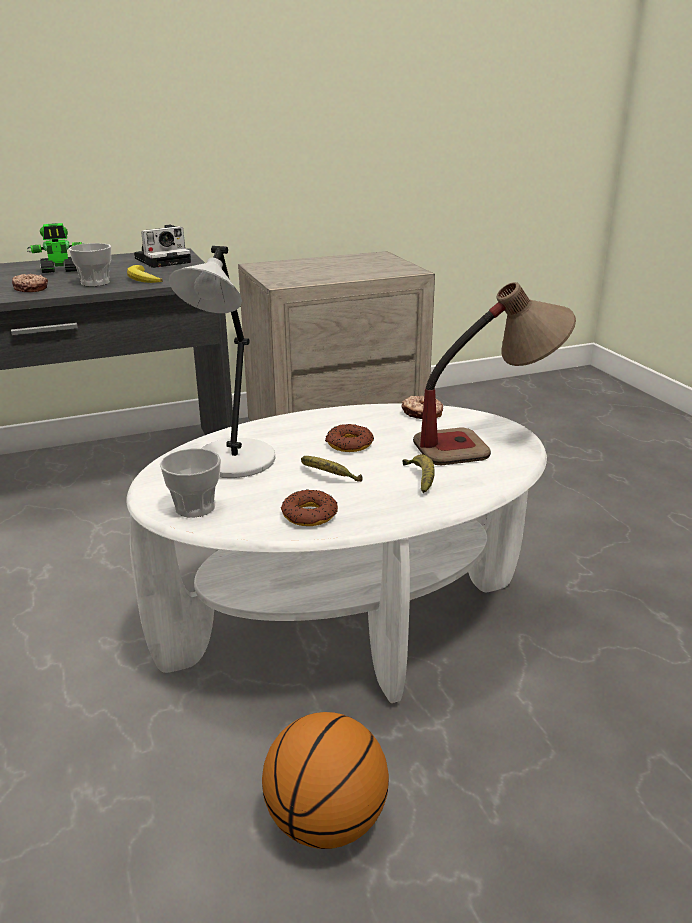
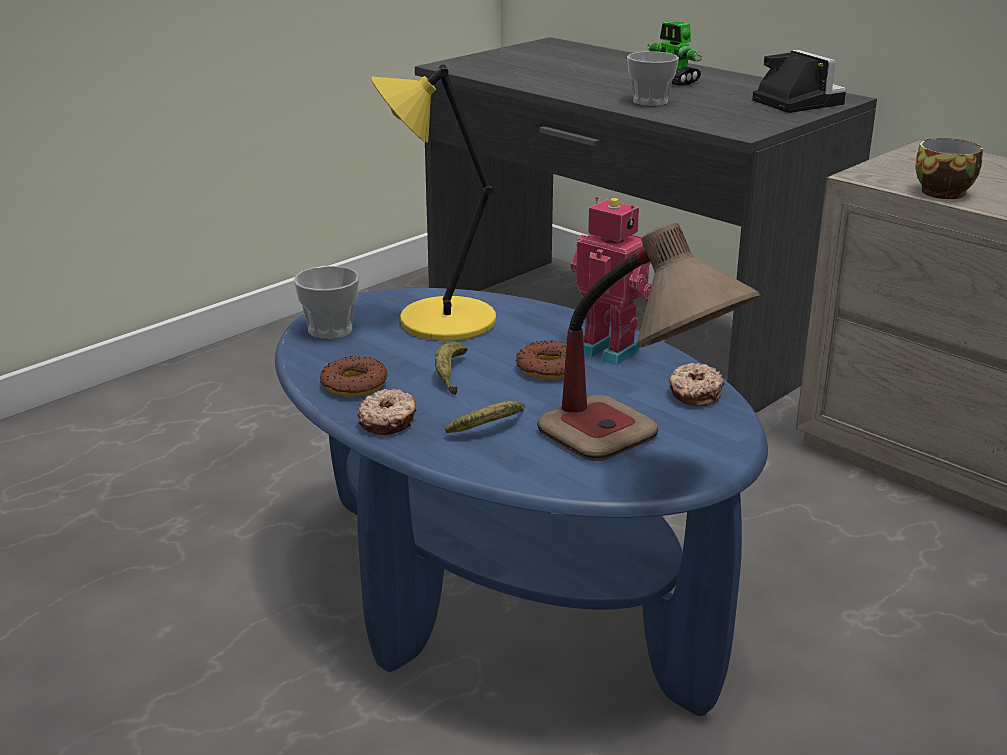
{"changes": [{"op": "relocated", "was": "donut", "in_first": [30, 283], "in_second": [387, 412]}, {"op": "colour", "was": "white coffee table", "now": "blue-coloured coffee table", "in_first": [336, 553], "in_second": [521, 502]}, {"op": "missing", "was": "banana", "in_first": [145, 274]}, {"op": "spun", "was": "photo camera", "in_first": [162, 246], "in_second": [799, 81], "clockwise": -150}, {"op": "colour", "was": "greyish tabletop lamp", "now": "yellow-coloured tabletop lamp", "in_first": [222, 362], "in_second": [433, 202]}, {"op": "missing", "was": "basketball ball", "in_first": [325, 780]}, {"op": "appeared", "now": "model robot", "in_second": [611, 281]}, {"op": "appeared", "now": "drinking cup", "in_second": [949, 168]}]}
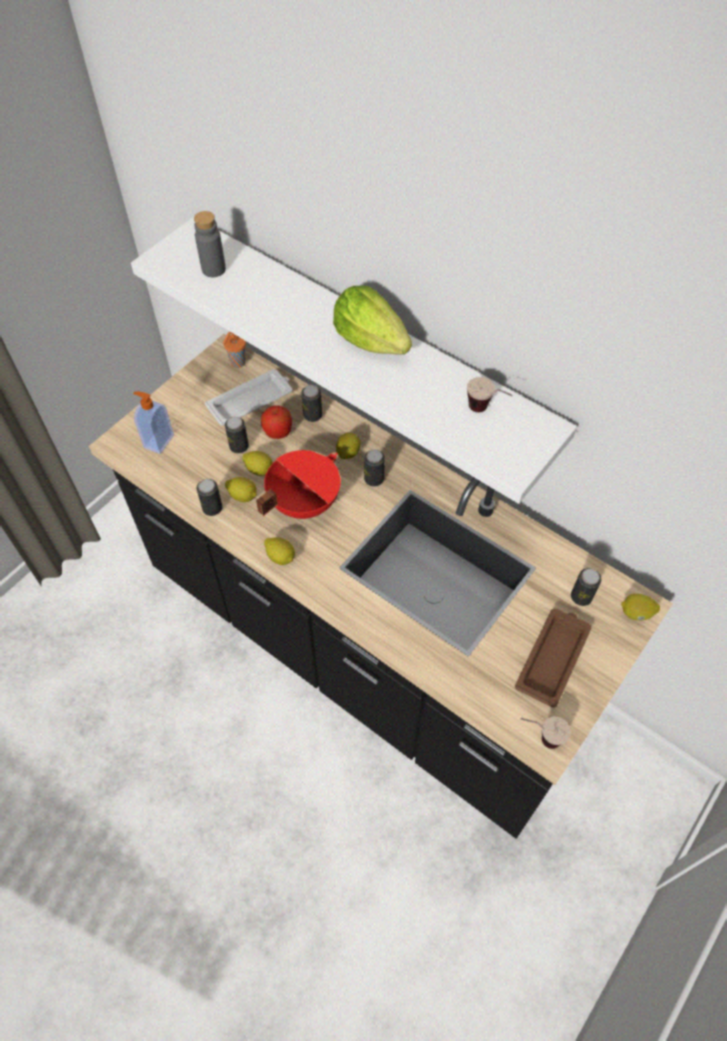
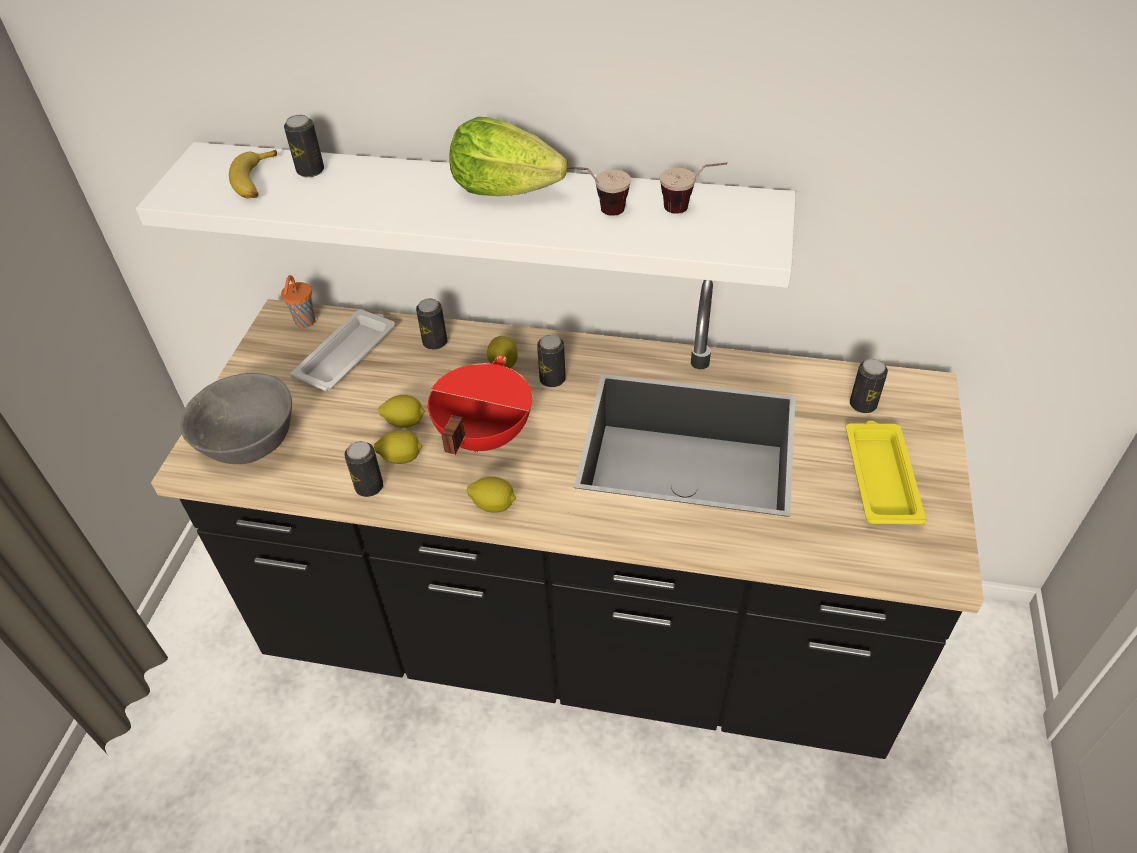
{"changes": [{"op": "exchanged", "was": "liquid soap bottle", "now": "greyish bowl", "in_first": [153, 422], "in_second": [236, 418]}, {"op": "exchanged", "was": "greyish bottle", "now": "banana", "in_first": [210, 244], "in_second": [253, 174]}, {"op": "relocated", "was": "metal can", "in_first": [237, 434], "in_second": [304, 146]}, {"op": "missing", "was": "whole apple", "in_first": [276, 422]}, {"op": "colour", "was": "brownish serving tray", "now": "yellow-coloured serving tray", "in_first": [553, 657], "in_second": [886, 472]}, {"op": "relocated", "was": "drinking cup", "in_first": [546, 733], "in_second": [599, 191]}, {"op": "missing", "was": "citrus fruit", "in_first": [640, 607]}]}
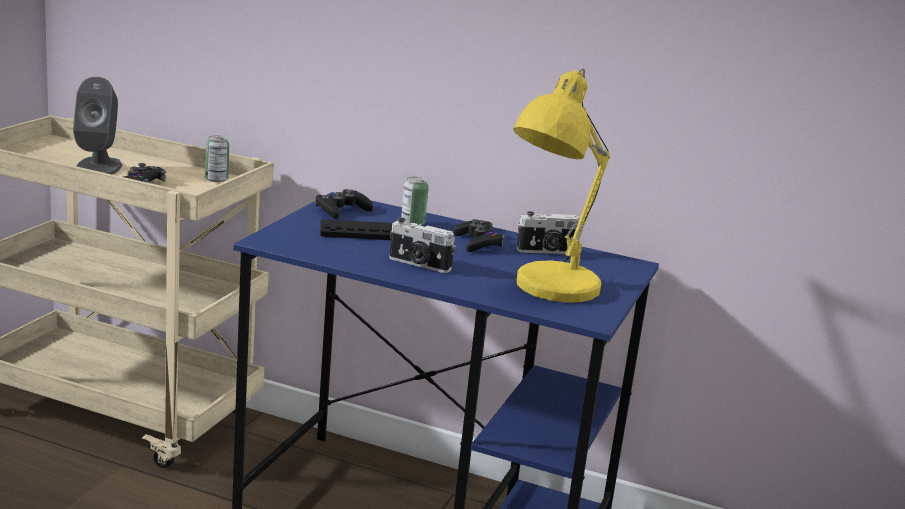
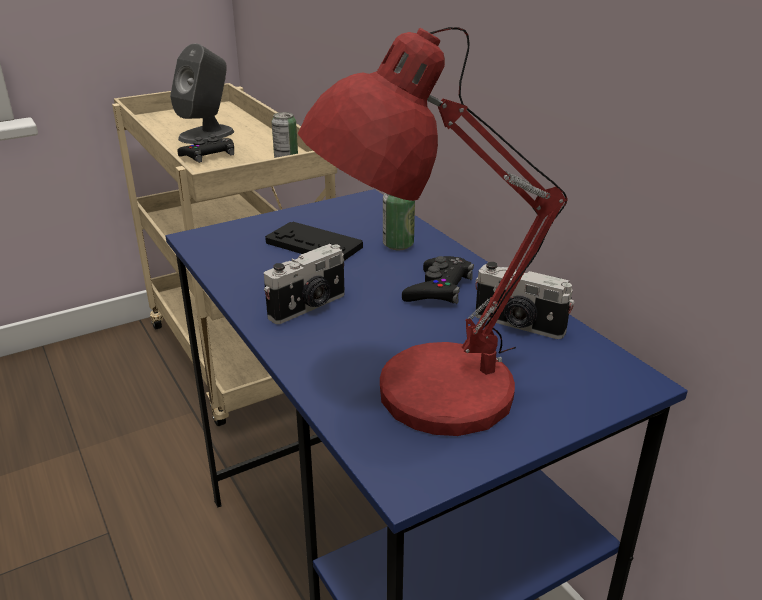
{"changes": [{"op": "missing", "was": "black game controller", "in_first": [344, 204]}, {"op": "spun", "was": "photo camera", "in_first": [422, 245], "in_second": [304, 284], "clockwise": -105}, {"op": "colour", "was": "yellow-coloured tabletop lamp", "now": "reddish tabletop lamp", "in_first": [561, 186], "in_second": [433, 231]}]}
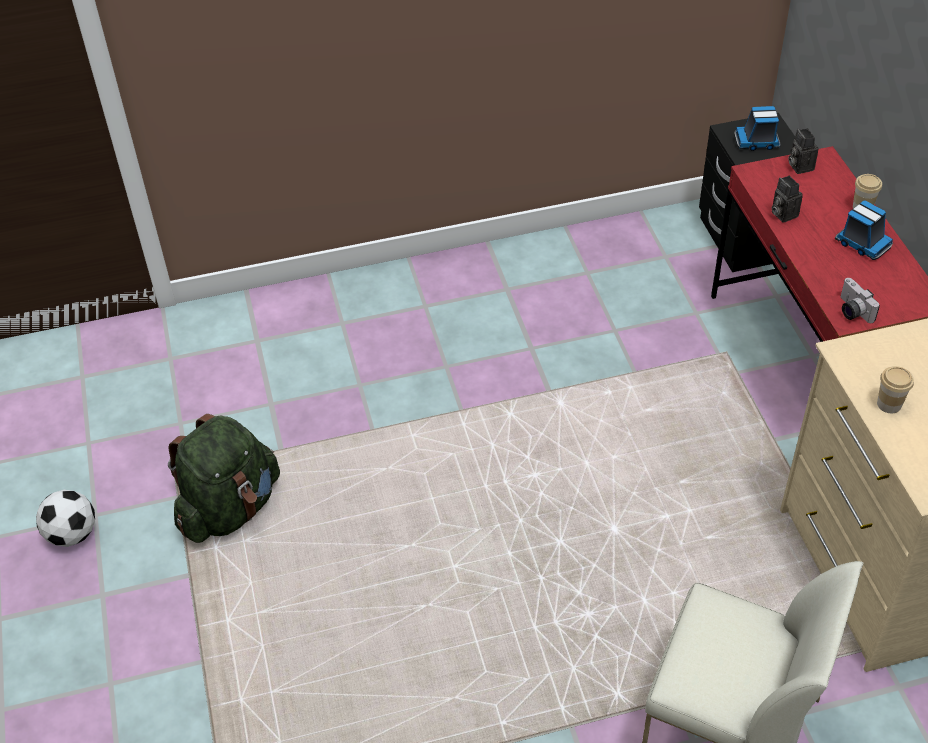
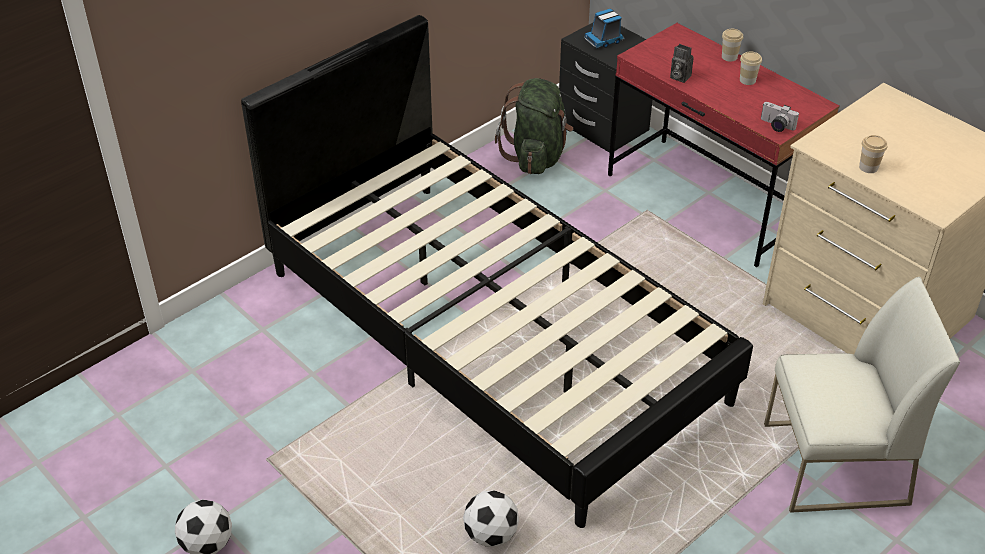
{"changes": [{"op": "relocated", "was": "green knapsack", "in_first": [224, 478], "in_second": [534, 126]}, {"op": "missing", "was": "photo camera", "in_first": [803, 151]}, {"op": "exchanged", "was": "model truck", "now": "drinking cup", "in_first": [864, 230], "in_second": [751, 68]}, {"op": "appeared", "now": "black bedroom bed", "in_second": [497, 271]}, {"op": "appeared", "now": "football", "in_second": [491, 518]}]}
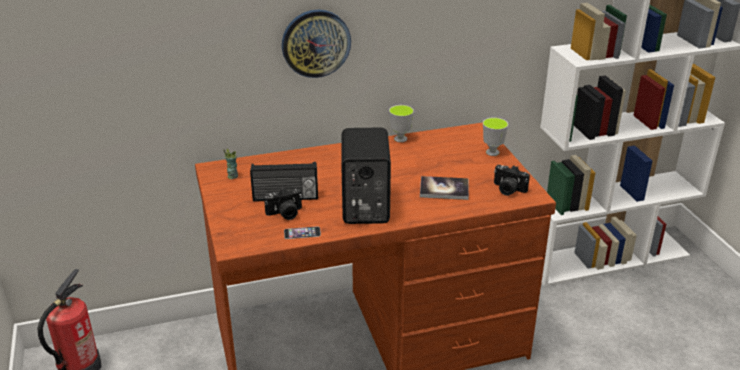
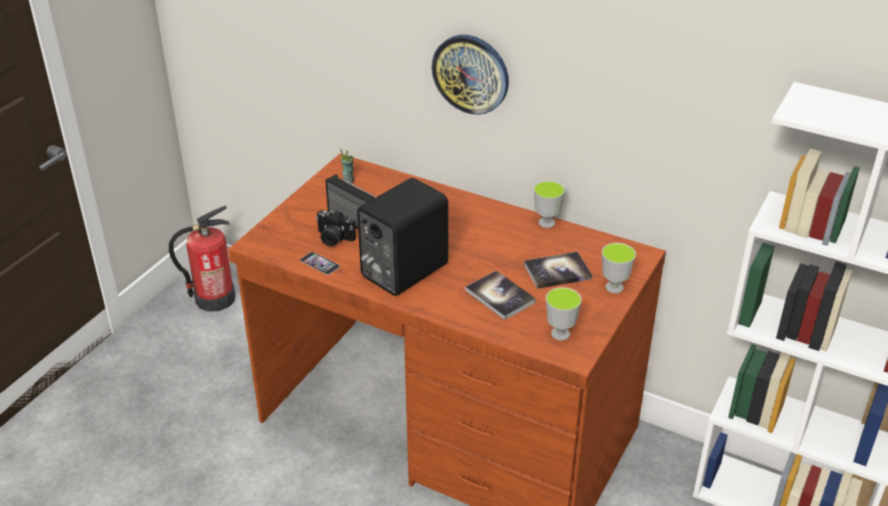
{"changes": [{"op": "exchanged", "was": "photo camera", "now": "drinking cup", "in_first": [512, 180], "in_second": [564, 314]}, {"op": "appeared", "now": "book", "in_second": [558, 270]}]}
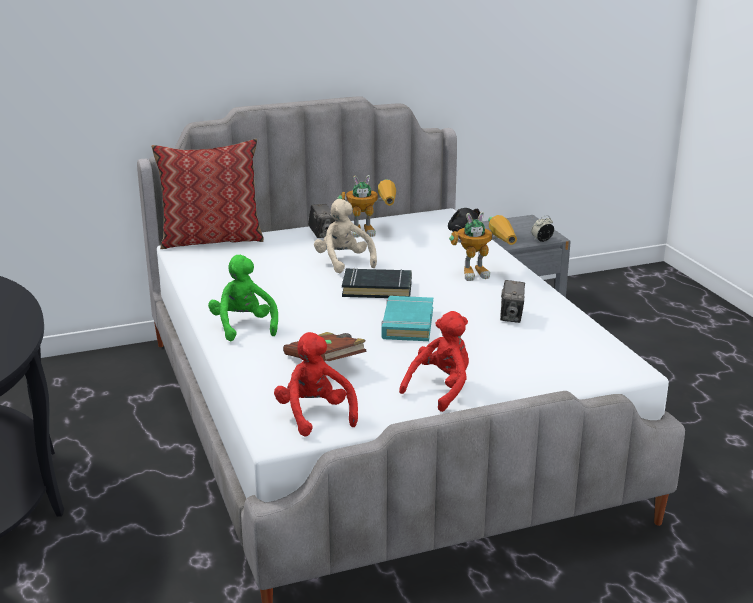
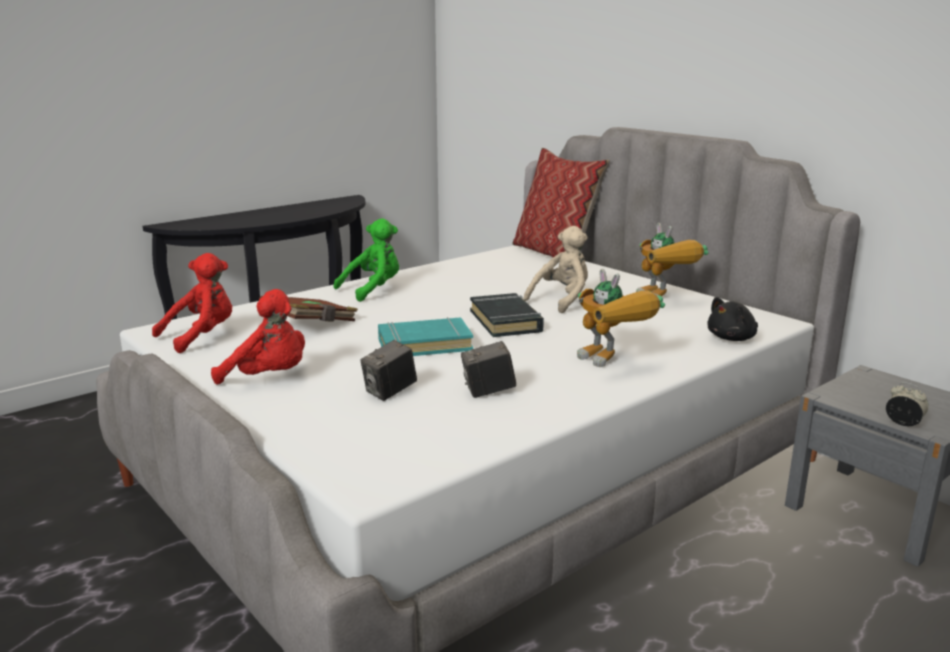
{"changes": [{"op": "relocated", "was": "photo camera", "in_first": [321, 221], "in_second": [388, 370]}]}
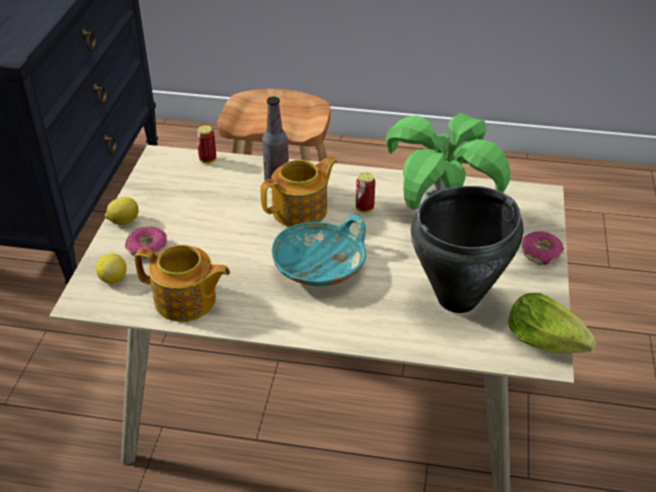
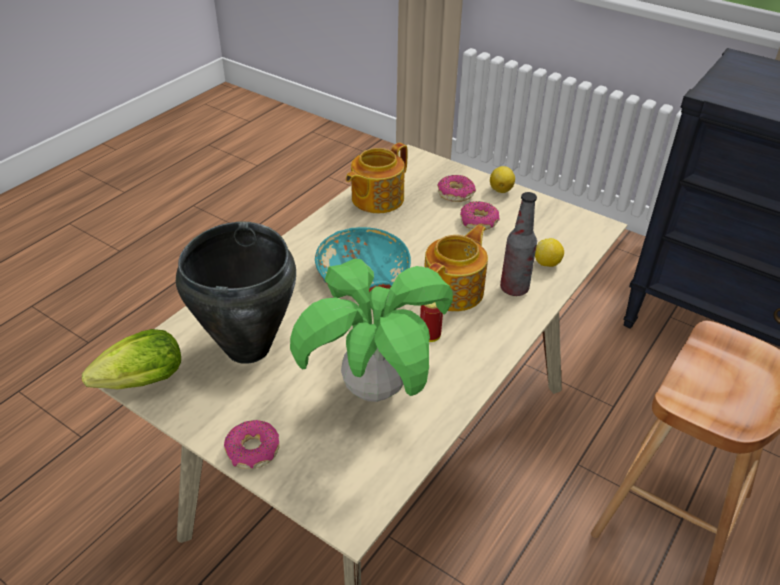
{"changes": [{"op": "relocated", "was": "citrus fruit", "in_first": [111, 268], "in_second": [549, 252]}, {"op": "missing", "was": "metal can", "in_first": [206, 144]}, {"op": "spun", "was": "tea pot", "in_first": [299, 191], "in_second": [456, 268], "clockwise": -135}, {"op": "appeared", "now": "donut", "in_second": [479, 215]}]}
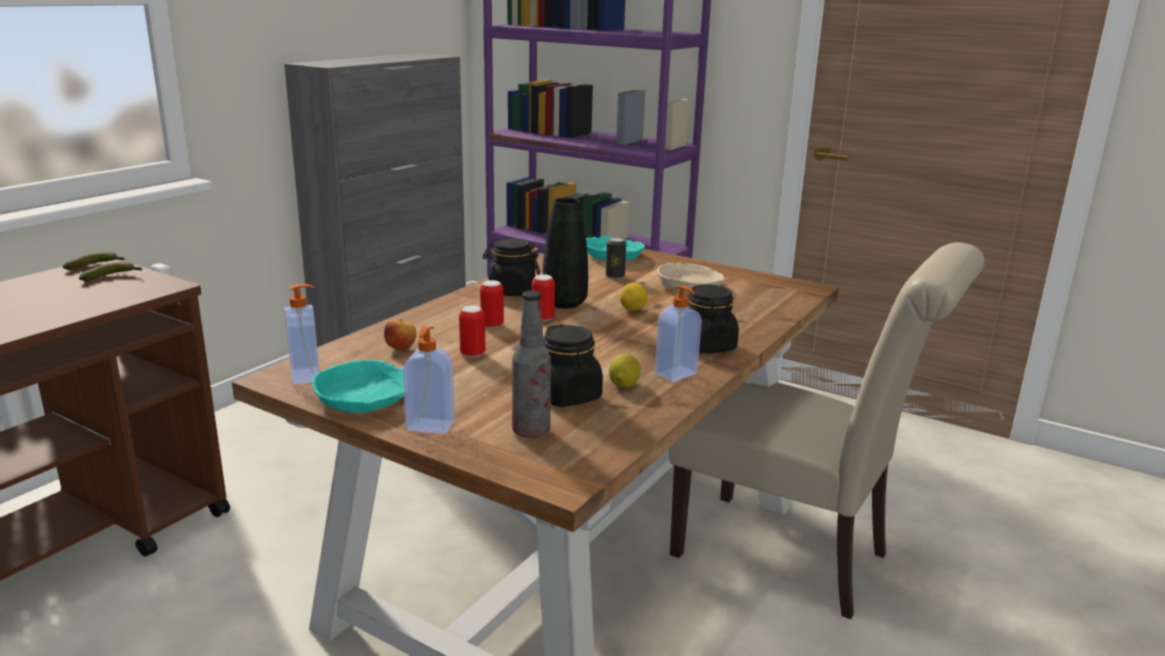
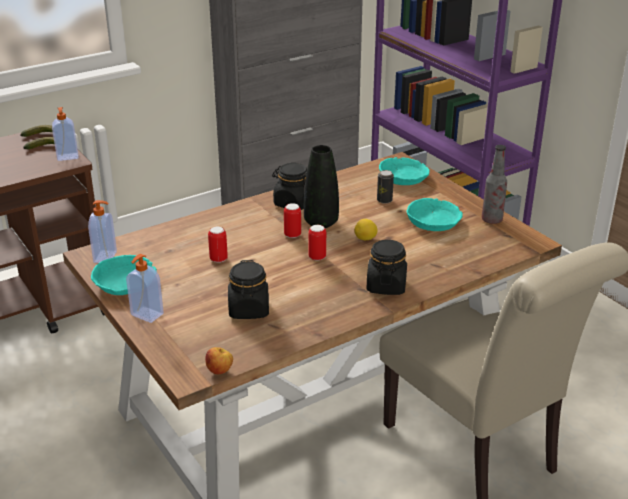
{"changes": [{"op": "relocated", "was": "whole apple", "in_first": [400, 335], "in_second": [219, 361]}, {"op": "relocated", "was": "metal can", "in_first": [492, 304], "in_second": [317, 243]}, {"op": "relocated", "was": "bottle", "in_first": [531, 364], "in_second": [494, 184]}, {"op": "missing", "was": "citrus fruit", "in_first": [625, 371]}, {"op": "relocated", "was": "liquid soap bottle", "in_first": [678, 333], "in_second": [65, 134]}, {"op": "colour", "was": "beige-coloured bowl", "now": "turquoise bowl", "in_first": [690, 278], "in_second": [435, 214]}]}
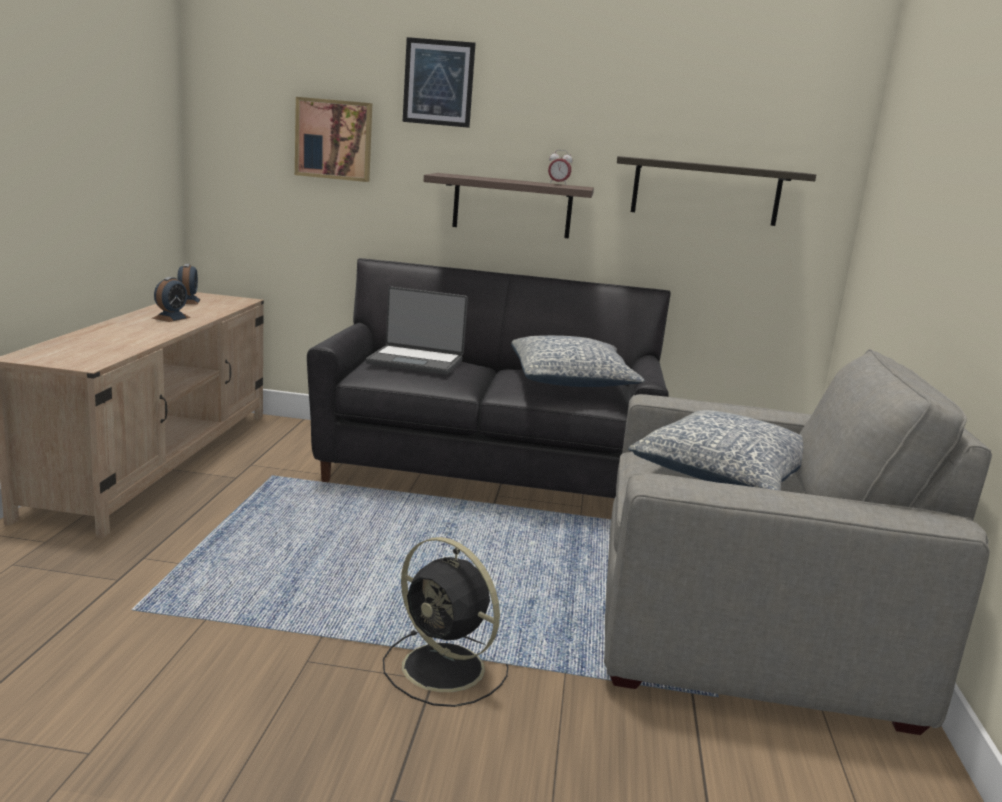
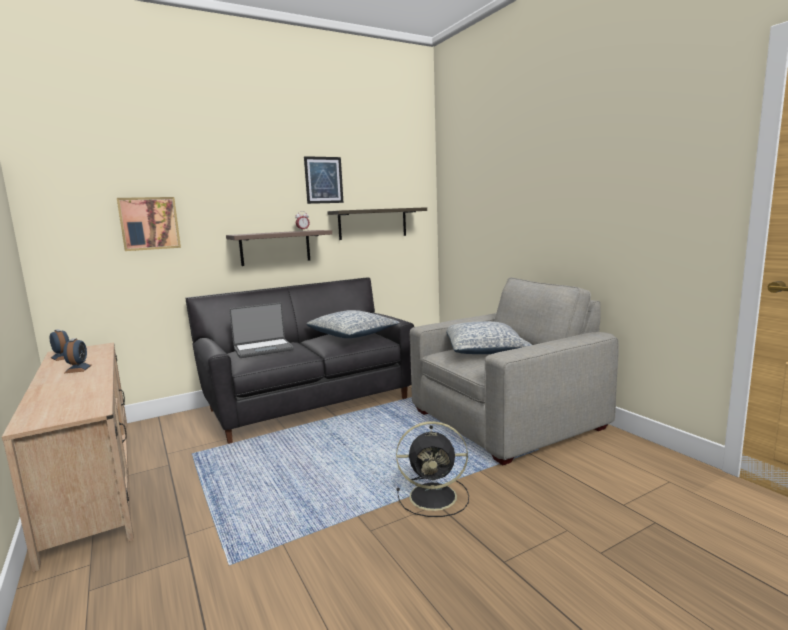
{"changes": [{"op": "relocated", "was": "picture", "in_first": [439, 82], "in_second": [324, 180]}]}
